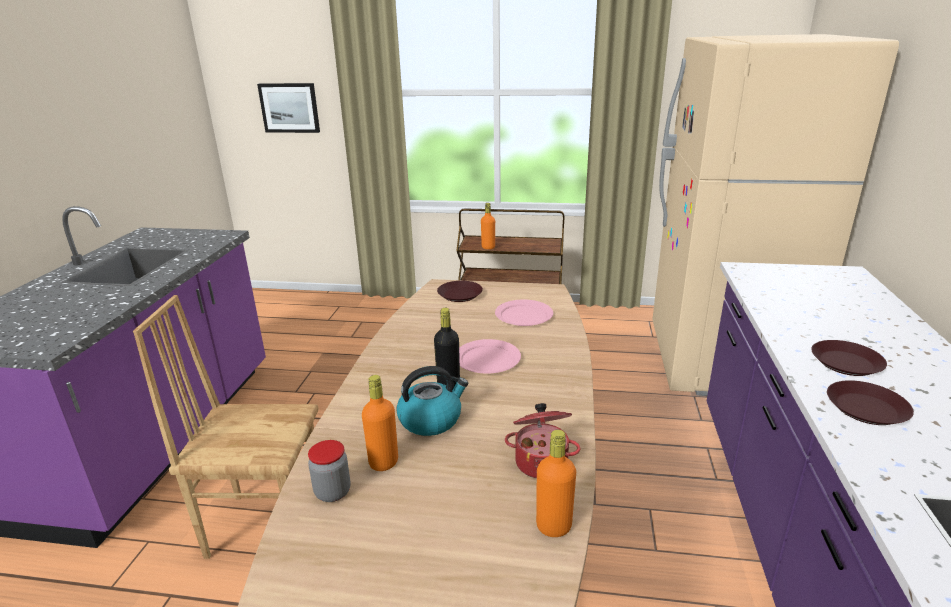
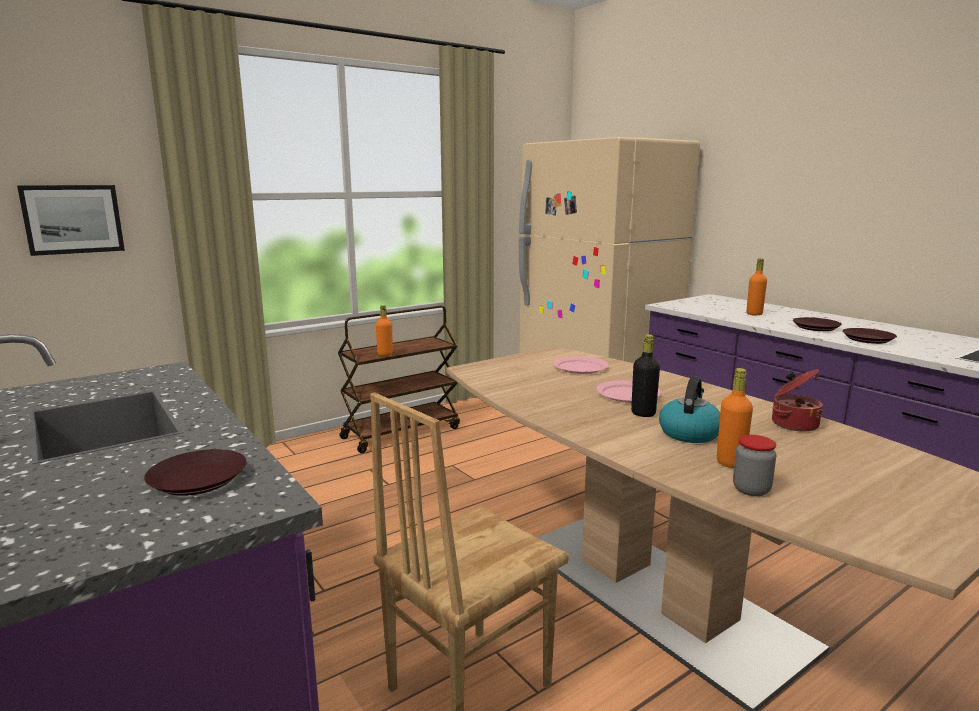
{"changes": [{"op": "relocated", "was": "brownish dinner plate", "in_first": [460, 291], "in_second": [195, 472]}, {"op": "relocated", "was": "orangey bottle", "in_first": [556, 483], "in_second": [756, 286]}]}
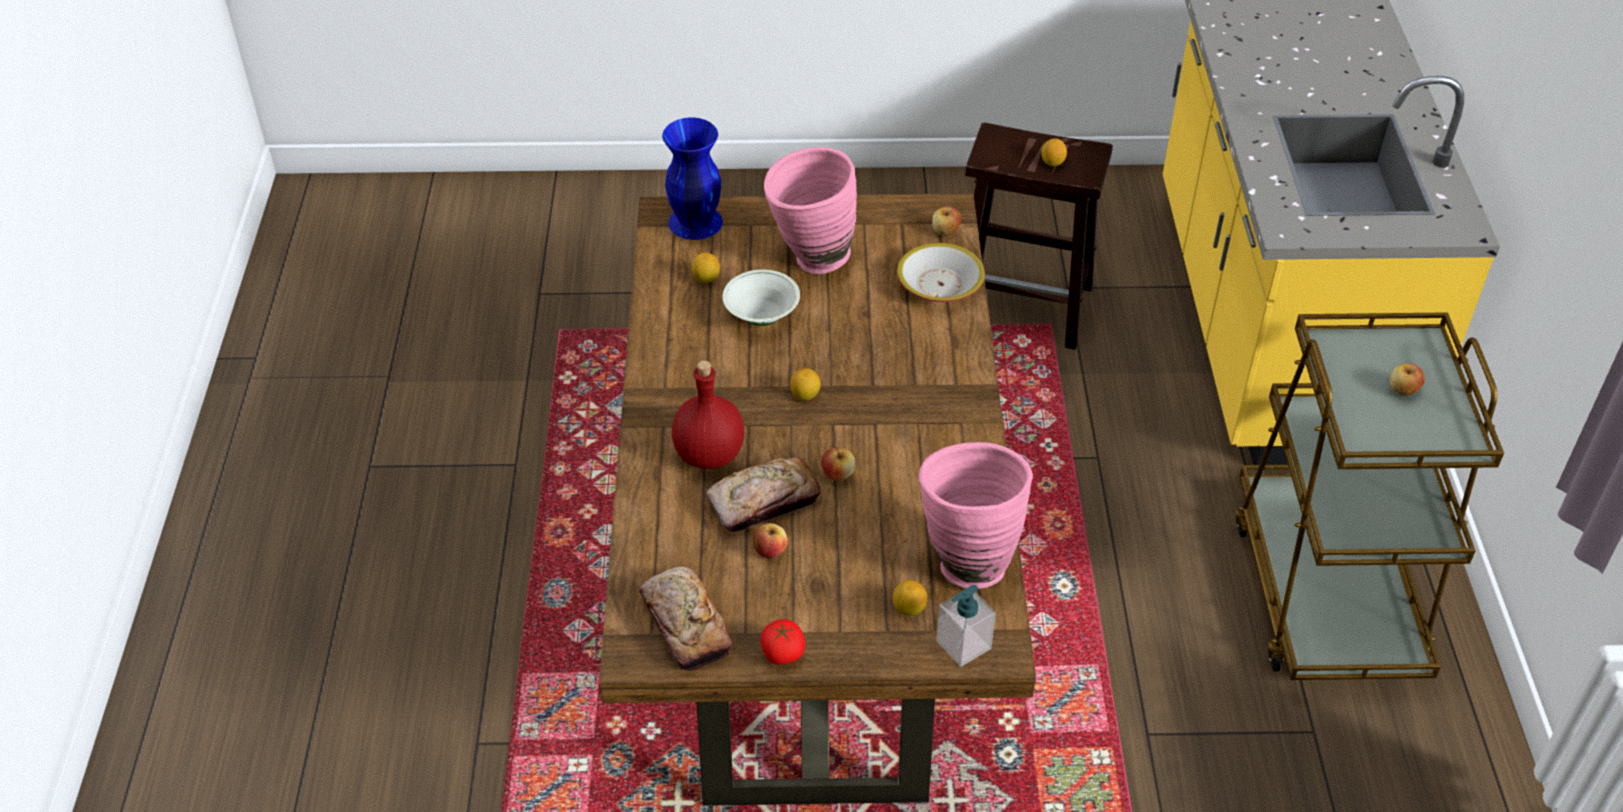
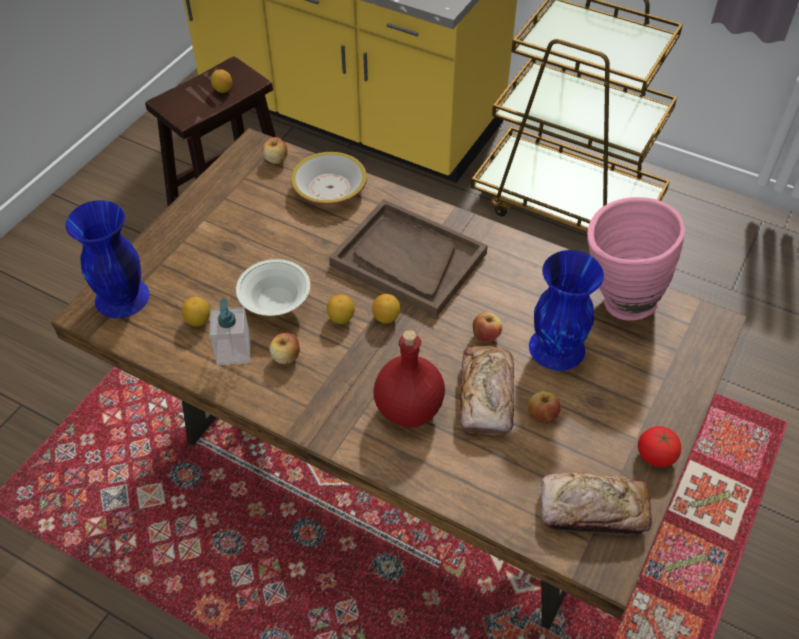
{"changes": [{"op": "missing", "was": "pink-coloured vase", "in_first": [810, 210]}, {"op": "relocated", "was": "citrus fruit", "in_first": [910, 598], "in_second": [341, 309]}, {"op": "relocated", "was": "liquid soap bottle", "in_first": [966, 626], "in_second": [229, 332]}, {"op": "relocated", "was": "whole apple", "in_first": [1407, 379], "in_second": [284, 348]}, {"op": "appeared", "now": "brownish serving tray", "in_second": [408, 258]}, {"op": "appeared", "now": "blue-coloured vase", "in_second": [566, 310]}]}
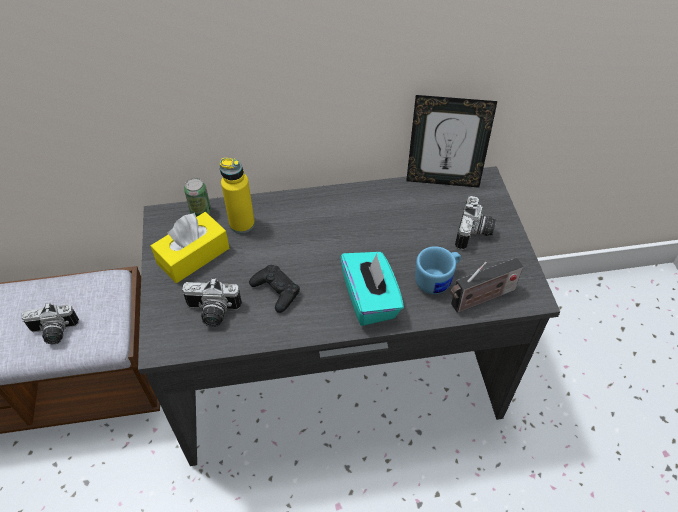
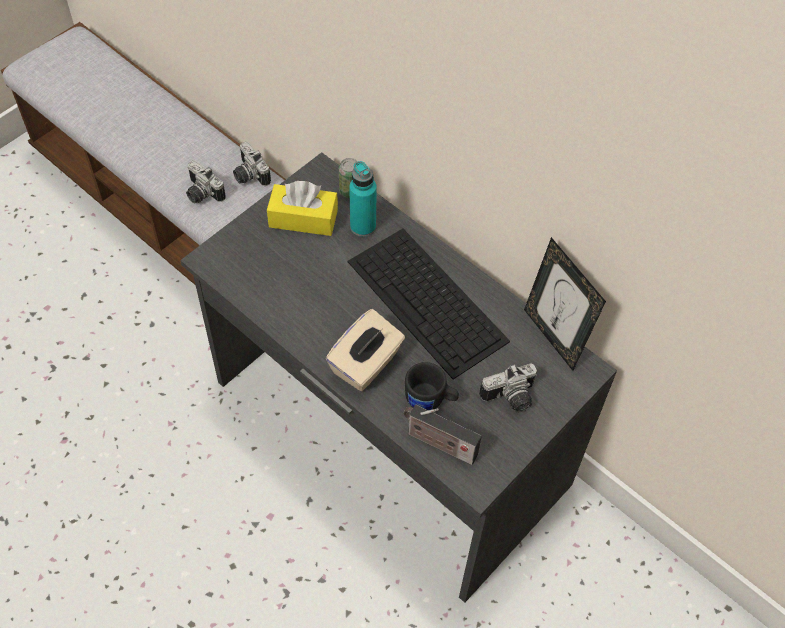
{"changes": [{"op": "relocated", "was": "photo camera", "in_first": [212, 302], "in_second": [252, 164]}, {"op": "colour", "was": "yellow-coloured bottle", "now": "turquoise bottle", "in_first": [237, 195], "in_second": [363, 199]}, {"op": "missing", "was": "black game controller", "in_first": [274, 289]}, {"op": "colour", "was": "turquoise tissue holder", "now": "beige-coloured tissue holder", "in_first": [372, 289], "in_second": [365, 350]}, {"op": "colour", "was": "blue-coloured coffee mug", "now": "black coffee mug", "in_first": [438, 270], "in_second": [432, 386]}, {"op": "appeared", "now": "computer keyboard", "in_second": [429, 304]}]}
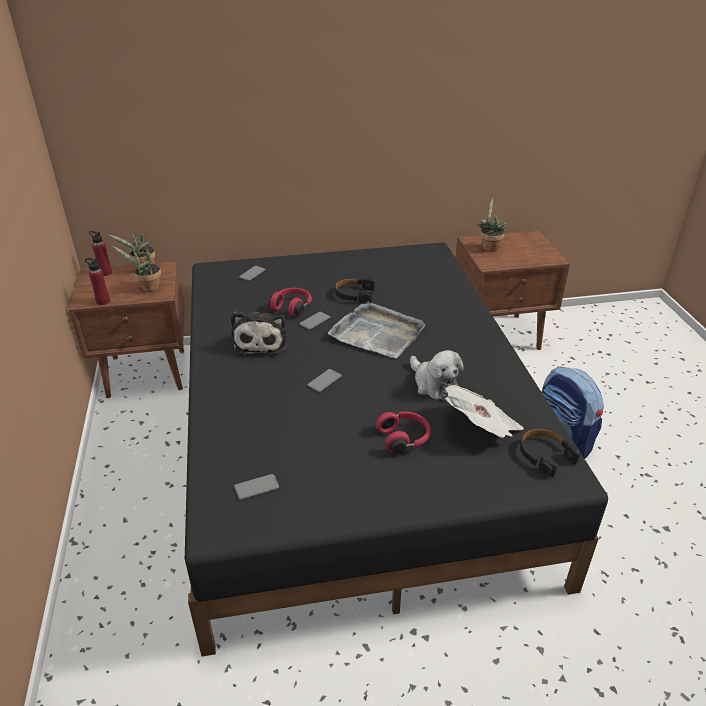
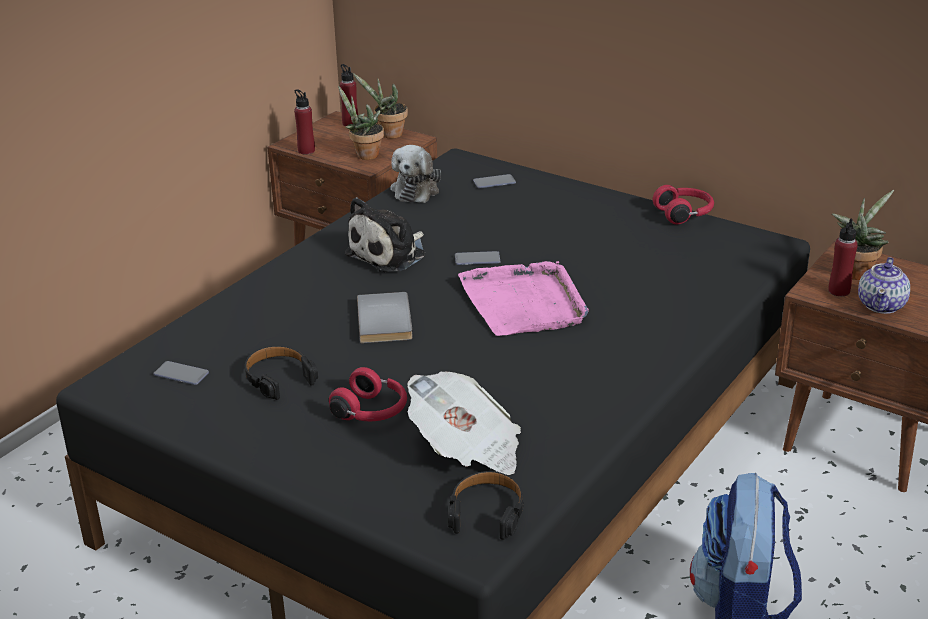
{"changes": [{"op": "relocated", "was": "reddish pair of headphones", "in_first": [290, 302], "in_second": [683, 204]}, {"op": "exchanged", "was": "telephone", "now": "greyish book", "in_first": [324, 380], "in_second": [385, 317]}, {"op": "colour", "was": "greyish serving tray", "now": "pink-coloured serving tray", "in_first": [377, 329], "in_second": [523, 298]}, {"op": "relocated", "was": "black pair of headphones", "in_first": [355, 290], "in_second": [281, 373]}, {"op": "relocated", "was": "cuddly toy", "in_first": [437, 375], "in_second": [415, 174]}, {"op": "appeared", "now": "reddish bottle", "in_second": [843, 257]}, {"op": "appeared", "now": "tea pot", "in_second": [884, 285]}]}
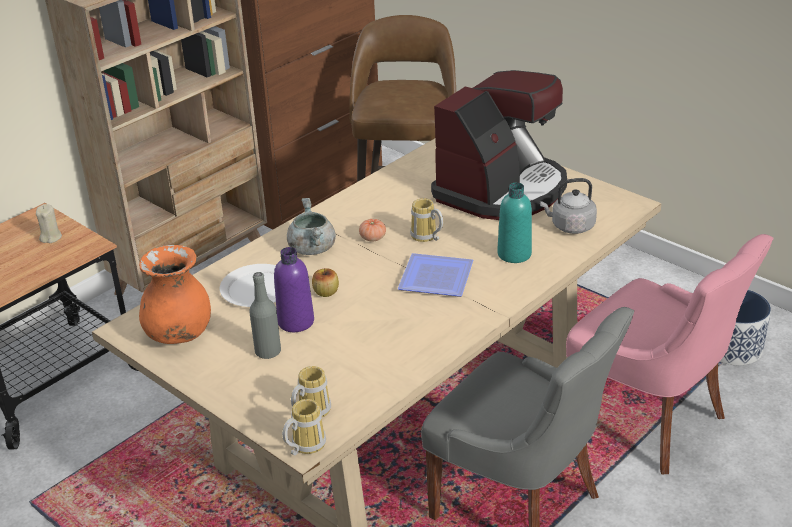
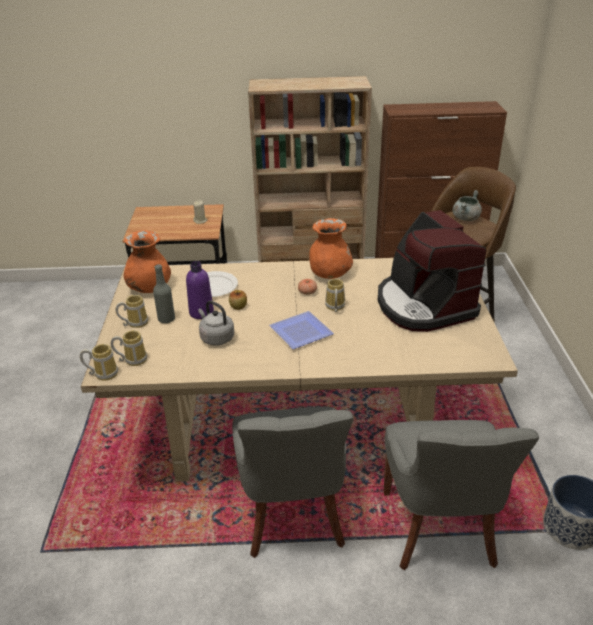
{"changes": [{"op": "relocated", "was": "greyish saucepot", "in_first": [311, 226], "in_second": [467, 205]}, {"op": "spun", "was": "coffee brewer", "in_first": [499, 145], "in_second": [432, 271], "clockwise": 75}, {"op": "missing", "was": "turquoise bottle", "in_first": [514, 222]}, {"op": "relocated", "was": "greyish kettle", "in_first": [568, 206], "in_second": [216, 323]}, {"op": "colour", "was": "pink-coloured plain chair", "now": "greyish plain chair", "in_first": [670, 354], "in_second": [461, 495]}, {"op": "appeared", "now": "coffee mug", "in_second": [131, 311]}, {"op": "appeared", "now": "orangey vase", "in_second": [331, 248]}]}
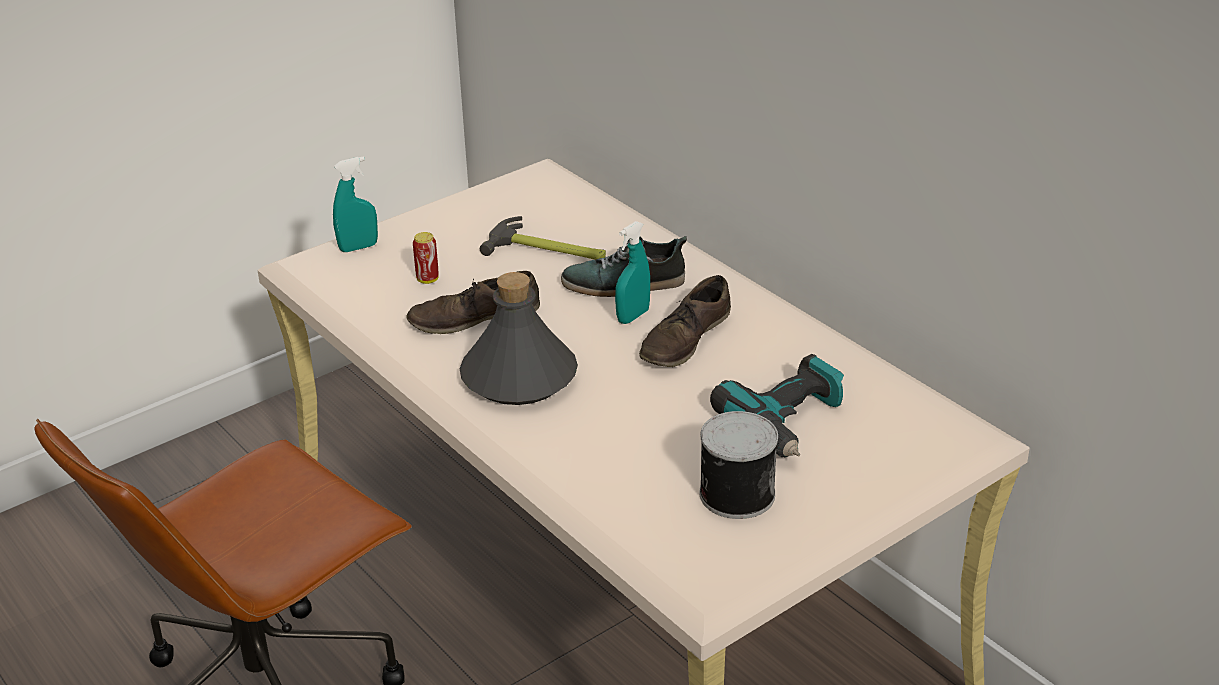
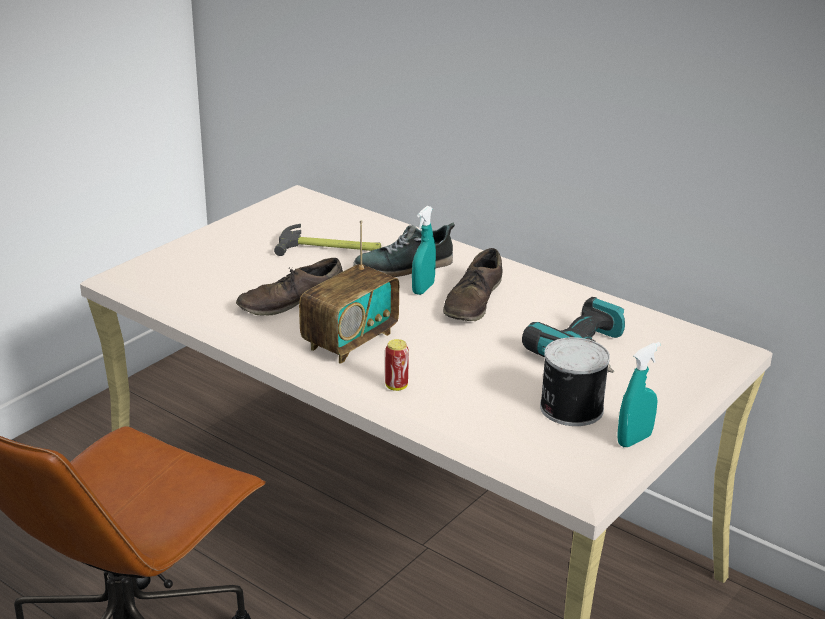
{"changes": [{"op": "relocated", "was": "turquoise hand sprayer", "in_first": [355, 204], "in_second": [639, 394]}, {"op": "relocated", "was": "metal can", "in_first": [426, 258], "in_second": [397, 365]}, {"op": "exchanged", "was": "greyish bottle", "now": "radio set", "in_first": [519, 338], "in_second": [349, 292]}]}
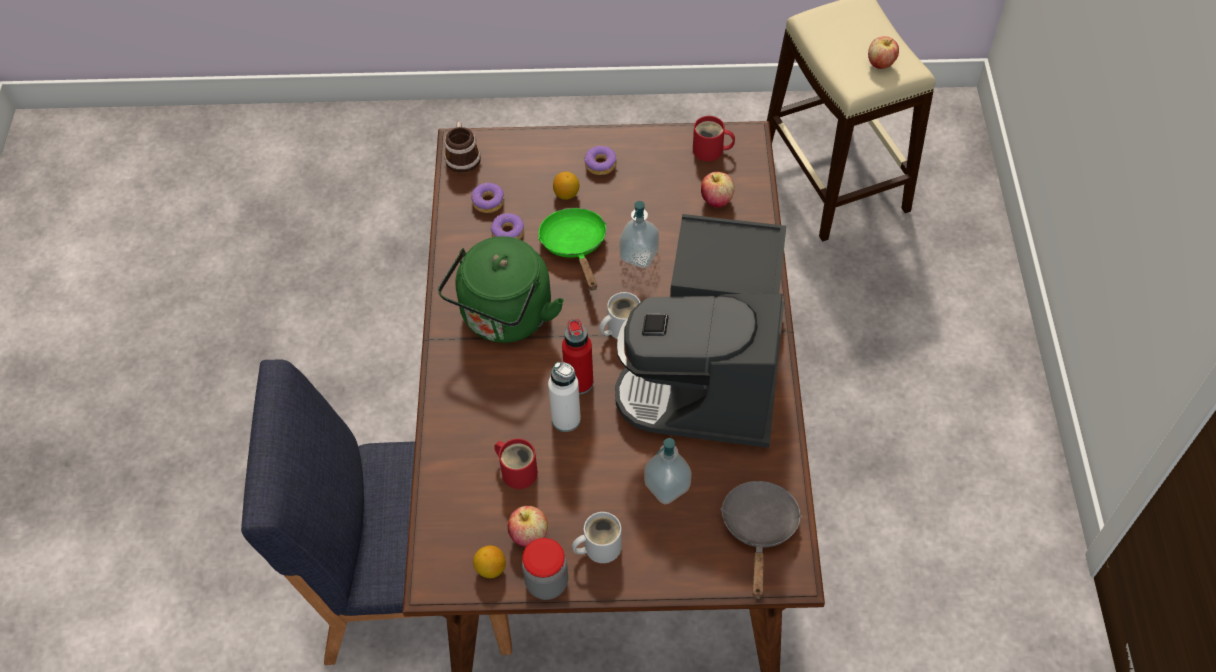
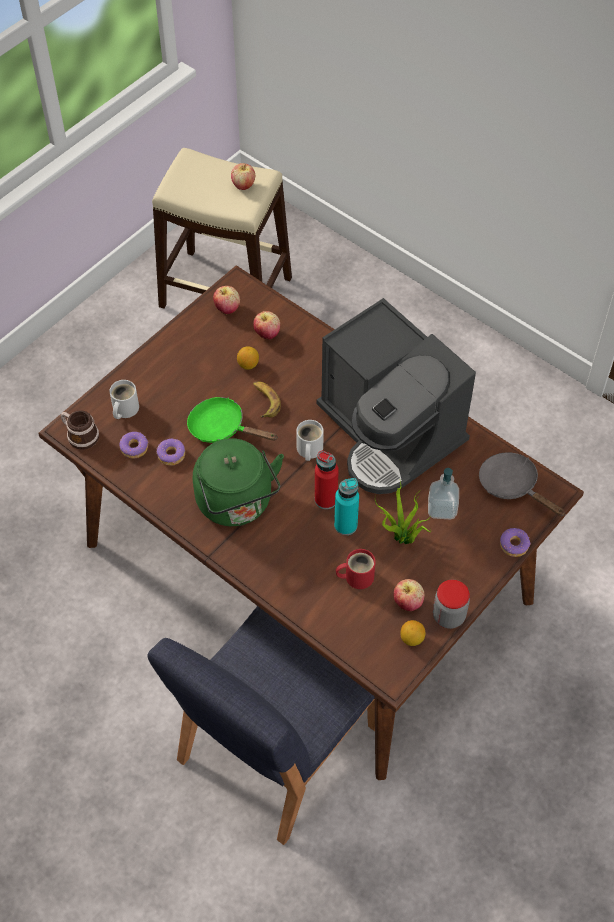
{"changes": [{"op": "colour", "was": "white bottle", "now": "turquoise bottle", "in_first": [564, 397], "in_second": [346, 506]}, {"op": "relocated", "was": "citrus fruit", "in_first": [566, 186], "in_second": [248, 358]}, {"op": "relocated", "was": "white coffee mug", "in_first": [597, 537], "in_second": [124, 399]}, {"op": "relocated", "was": "donut", "in_first": [600, 160], "in_second": [515, 542]}, {"op": "exchanged", "was": "liquid soap bottle", "now": "banana", "in_first": [639, 234], "in_second": [267, 399]}, {"op": "exchanged", "was": "reddish coffee mug", "now": "whole apple", "in_first": [714, 138], "in_second": [226, 300]}, {"op": "appeared", "now": "plant in a pot", "in_second": [403, 512]}]}
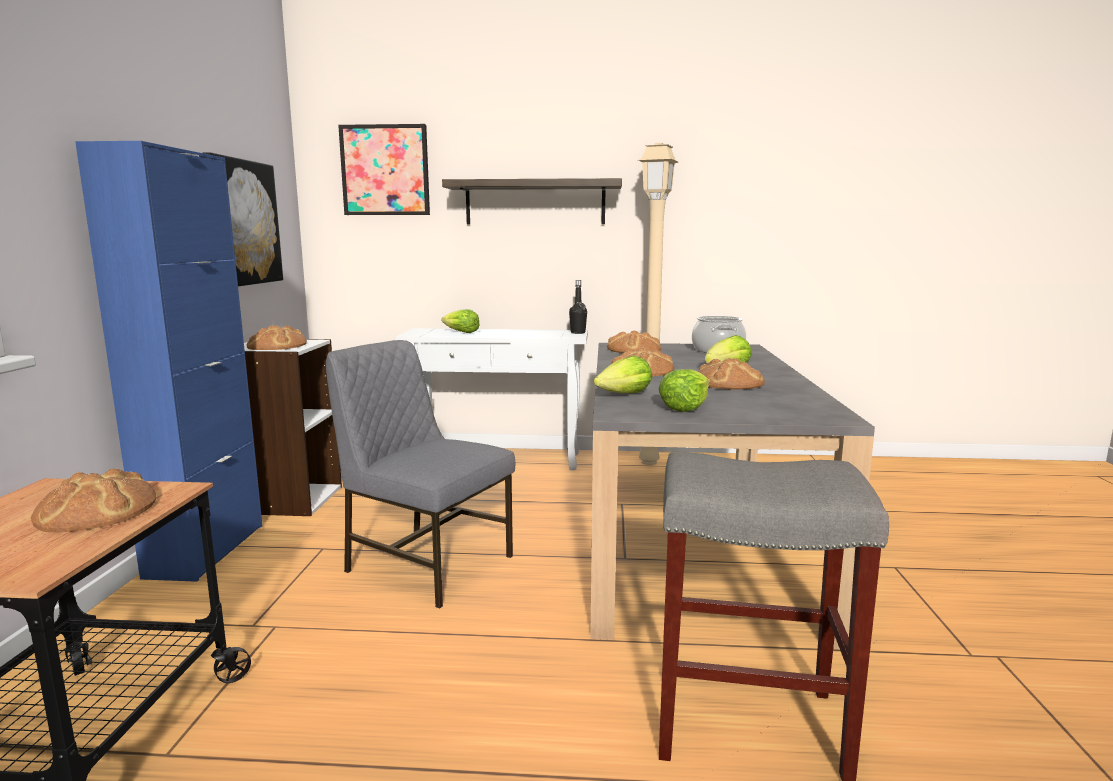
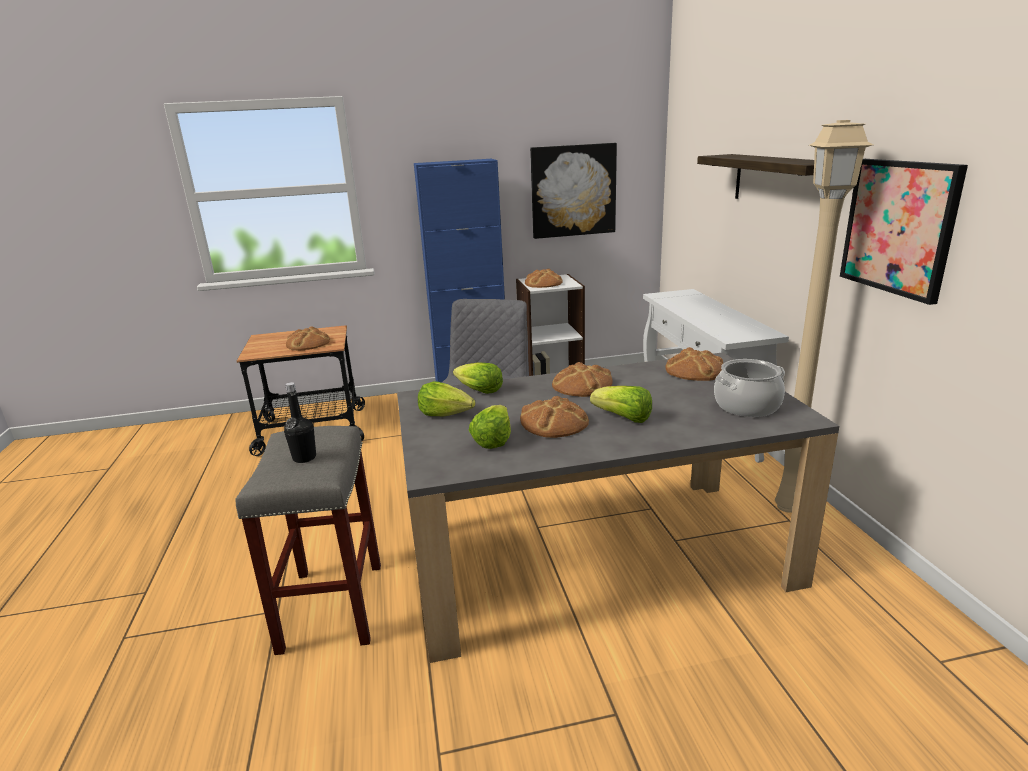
{"changes": [{"op": "relocated", "was": "picture", "in_first": [384, 169], "in_second": [904, 232]}, {"op": "relocated", "was": "lettuce head", "in_first": [461, 321], "in_second": [490, 427]}, {"op": "relocated", "was": "black bottle", "in_first": [578, 307], "in_second": [300, 422]}]}
